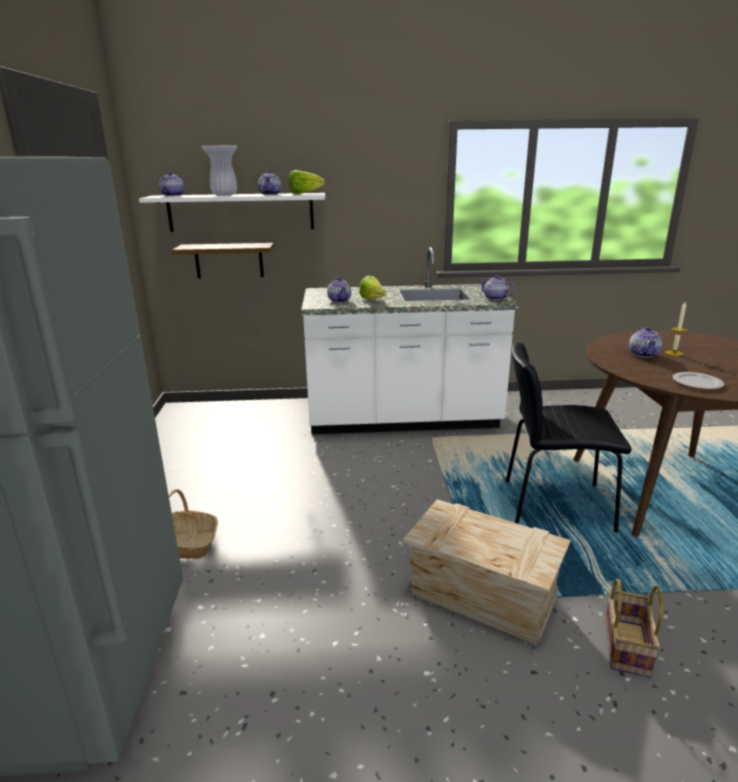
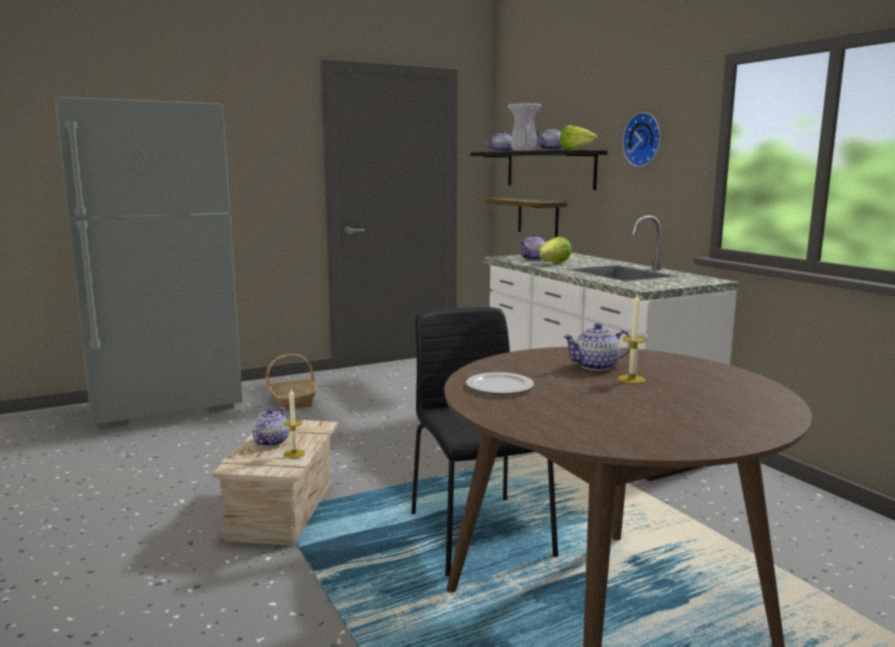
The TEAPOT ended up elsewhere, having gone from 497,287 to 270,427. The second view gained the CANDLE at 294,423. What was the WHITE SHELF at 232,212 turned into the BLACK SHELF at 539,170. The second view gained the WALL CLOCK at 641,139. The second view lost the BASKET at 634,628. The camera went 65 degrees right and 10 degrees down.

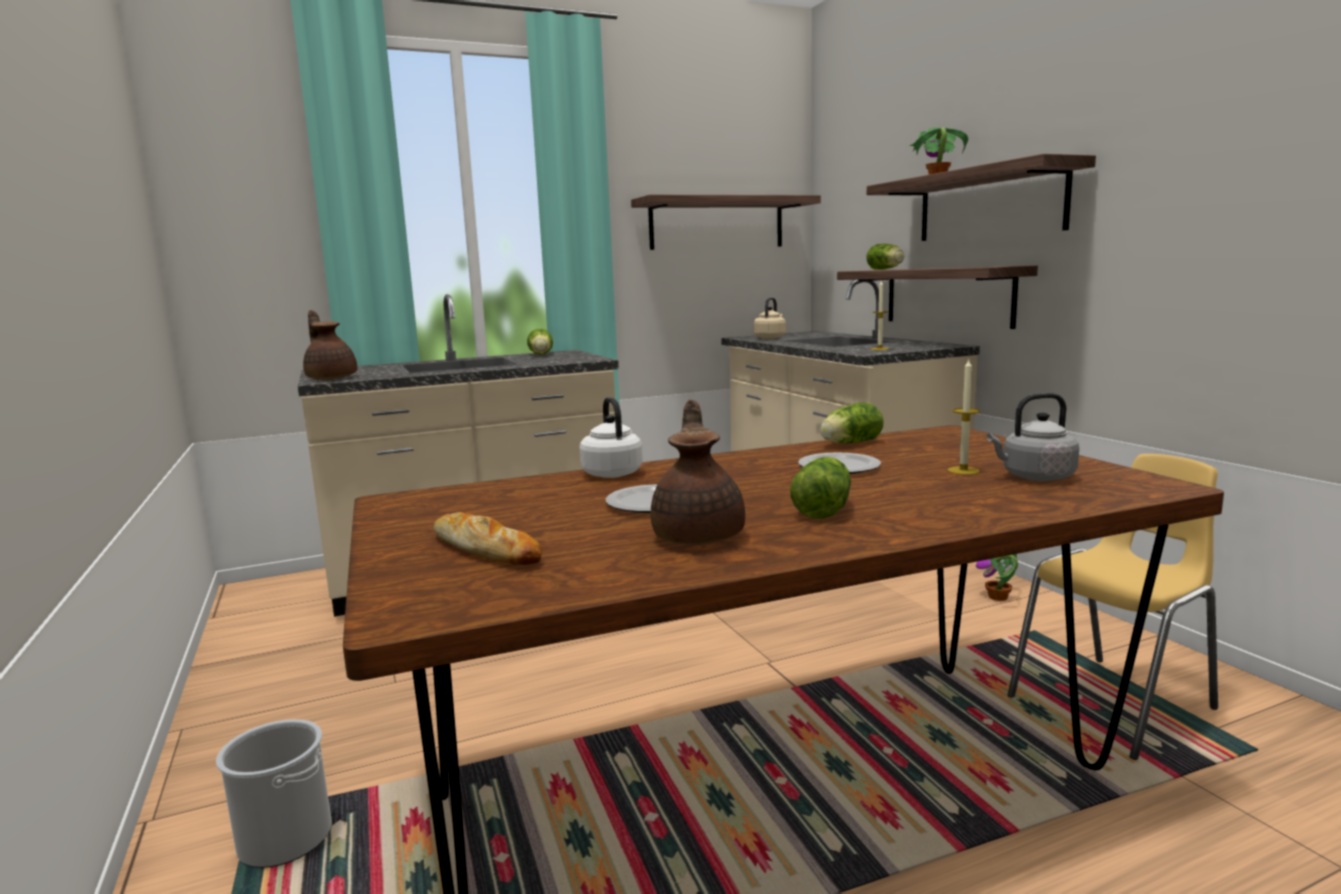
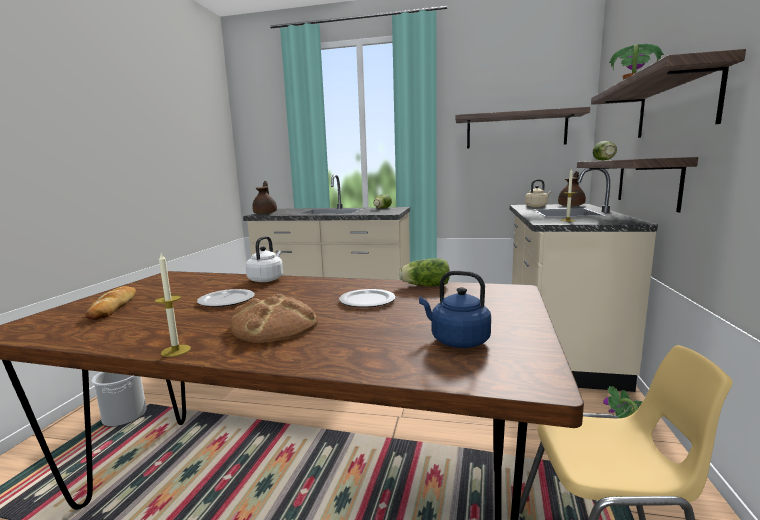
The CANDLE ended up elsewhere, having gone from 964,416 to 173,305. Where the LETTUCE stood at 820,488, the BREAD came to stand at 274,318. What was the GREY KETTLE at 1033,437 turned into the BLUE KETTLE at 455,309. The BROWN TEAPOT ended up elsewhere, having gone from 697,472 to 572,188. The camera went 35 degrees right and 0 degrees up.

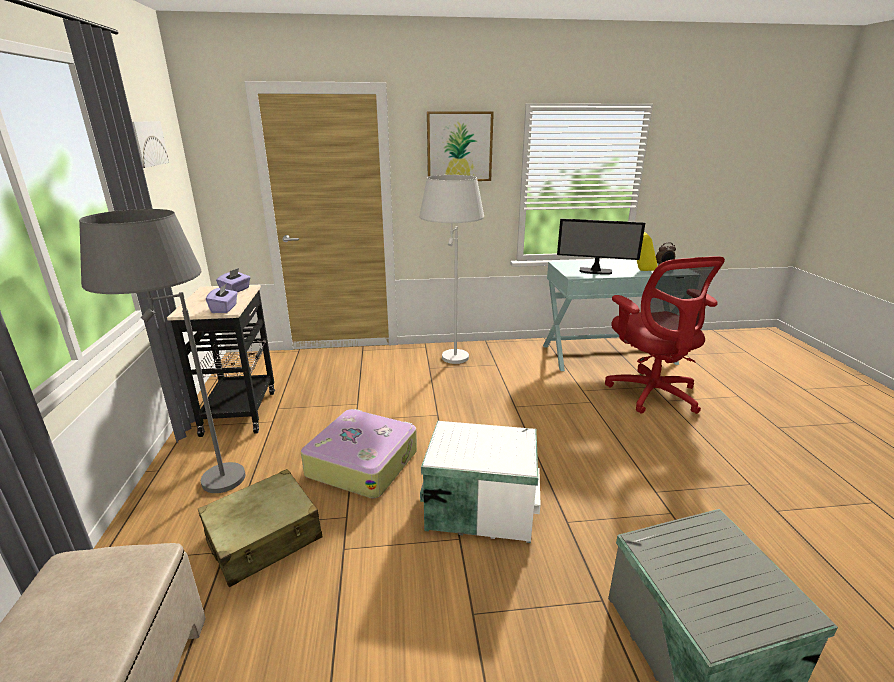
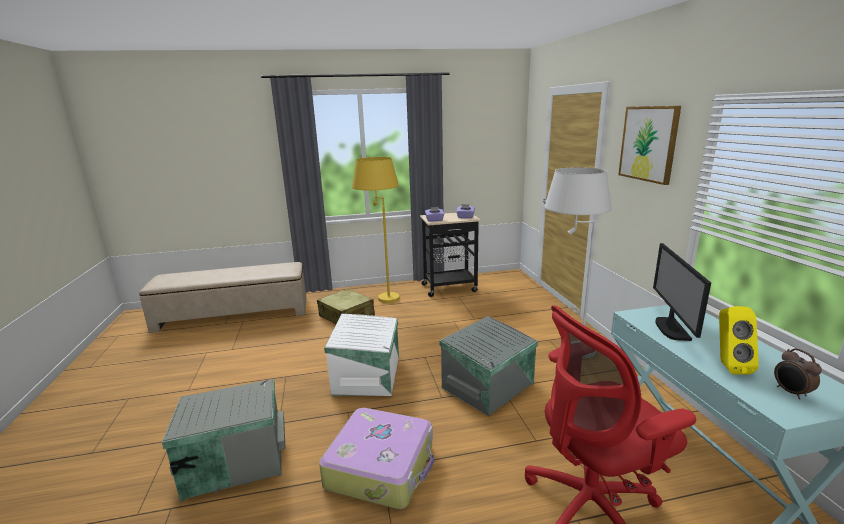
The SUITCASE ended up elsewhere, having gone from 359,453 to 377,458. What was the GREY FLOOR LAMP at 162,351 turned into the YELLOW FLOOR LAMP at 375,230. The second view gained the GREY STORAGE BOX at 489,366. The second view lost the PICTURE at 150,144. The camera went 85 degrees right and 5 degrees down.

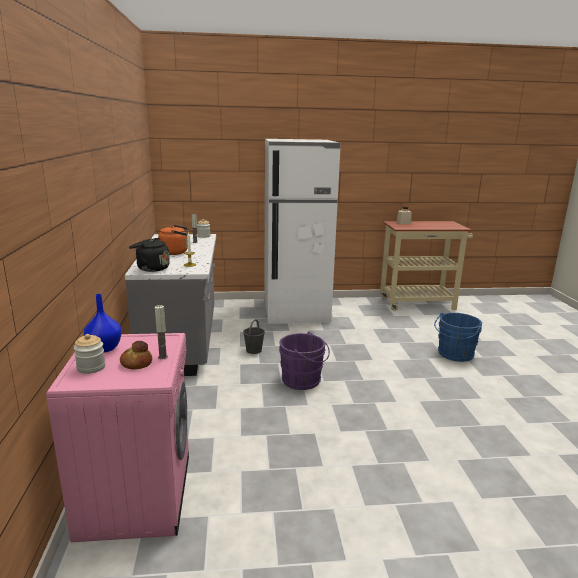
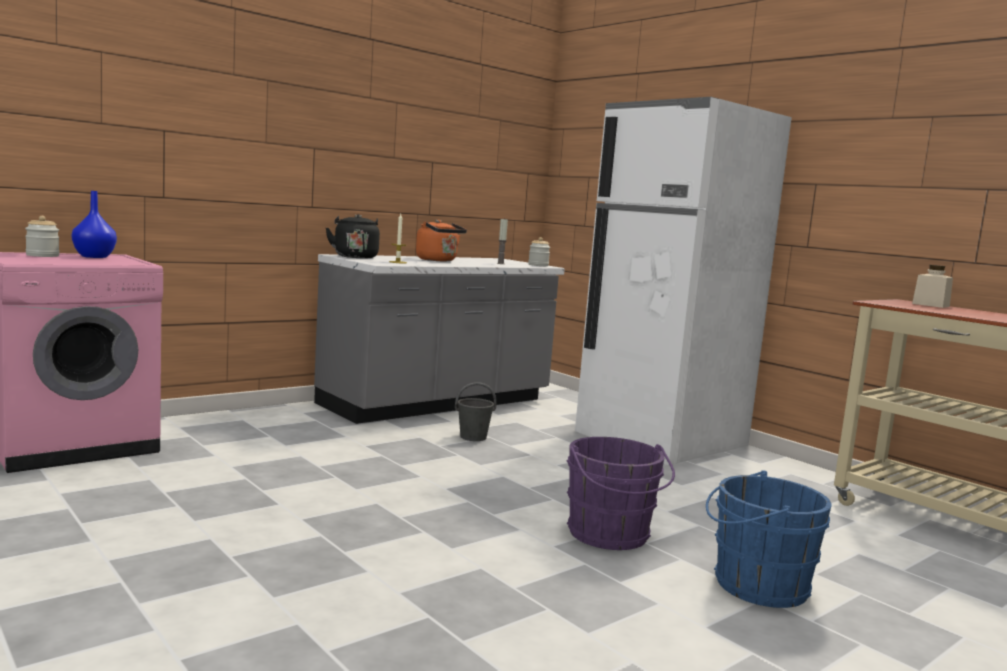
The PURPLE BUCKET ended up elsewhere, having gone from 304,361 to 620,493. The second view lost the BREAD at 136,355. The second view lost the CANDLE at 161,332. The camera went 55 degrees right and 10 degrees down.

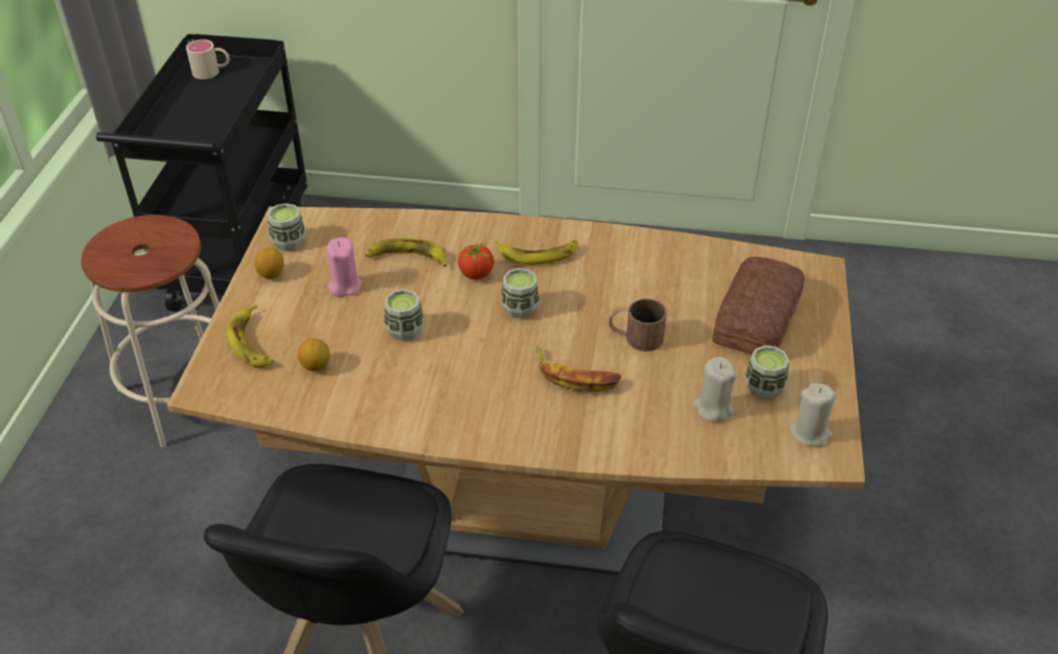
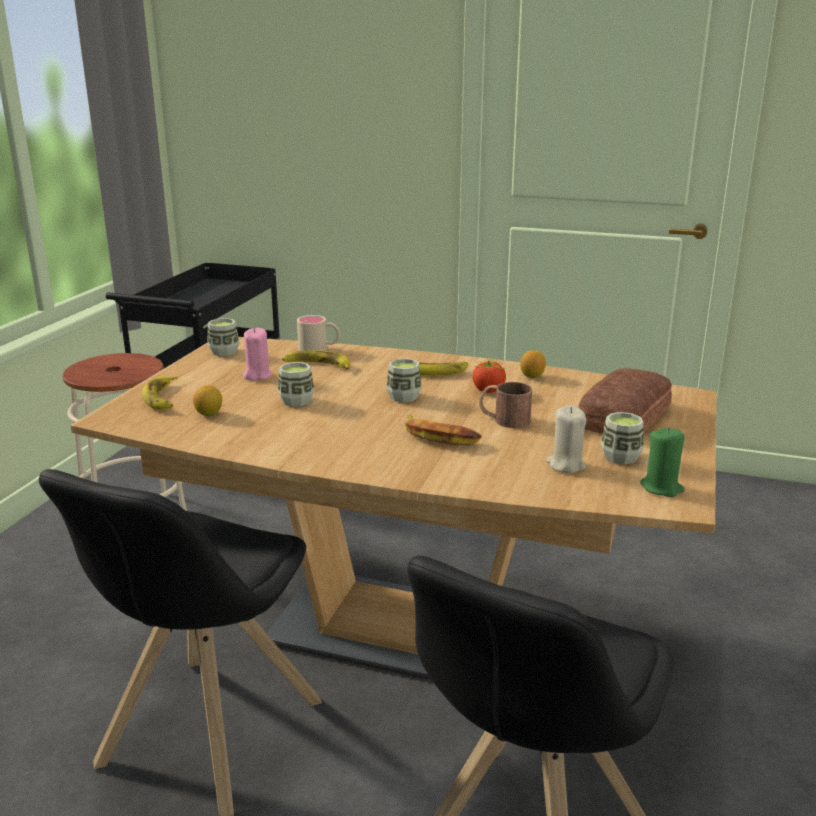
The BEIGE MUG ended up elsewhere, having gone from 208,59 to 318,333. The TOMATO ended up elsewhere, having gone from 476,260 to 489,376. The LEMON ended up elsewhere, having gone from 269,263 to 533,364. What was the BEIGE CANDLE at 812,415 turned into the GREEN CANDLE at 662,462. The camera went 10 degrees right and 20 degrees down.

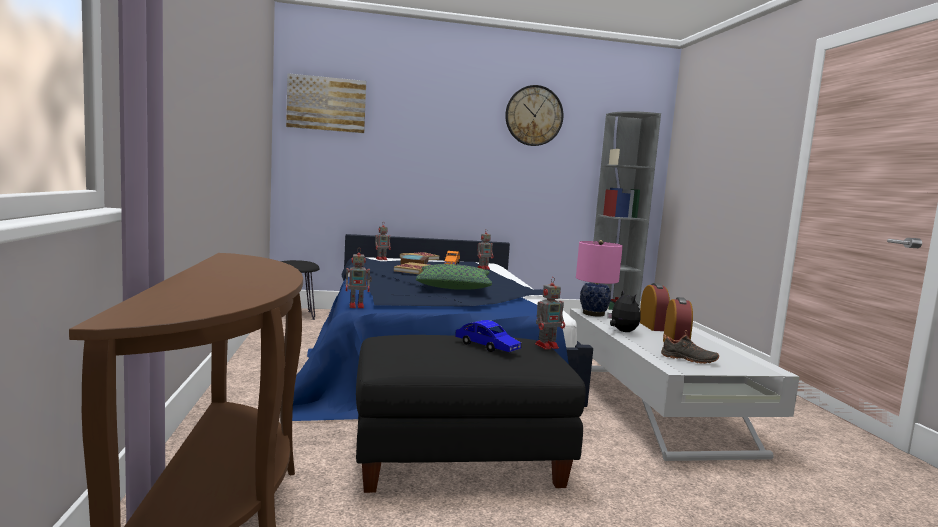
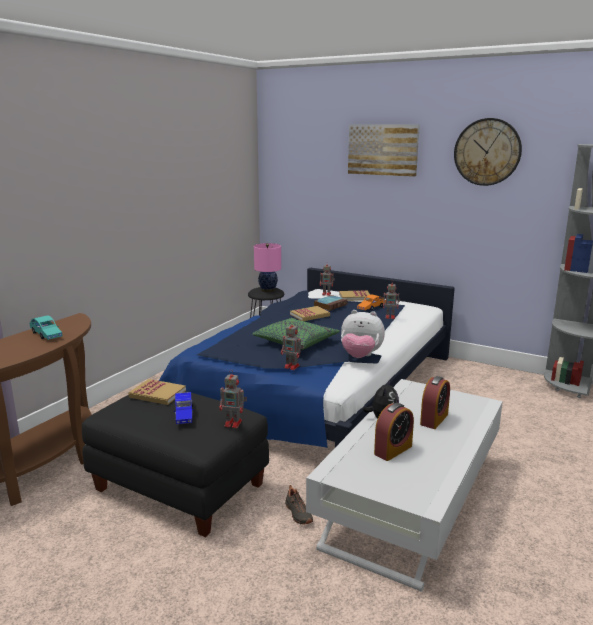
The second view gained the TURQUOISE TOY CAR at 45,327. The second view gained the BOOK at 157,392. The PINK TABLE LAMP ended up elsewhere, having gone from 599,278 to 267,267. The TOY ROBOT ended up elsewhere, having gone from 359,278 to 292,346. The BLACK SHOE ended up elsewhere, having gone from 690,347 to 299,505. The second view gained the PLUSH TOY at 363,334. The PICTURE ended up elsewhere, having gone from 326,103 to 384,150. The camera went 40 degrees right and 10 degrees up.

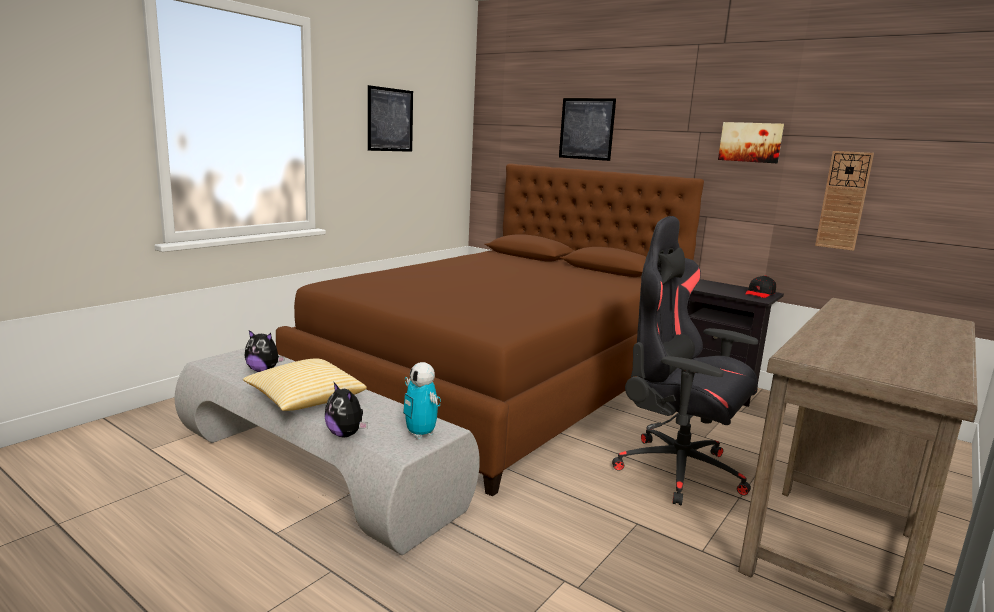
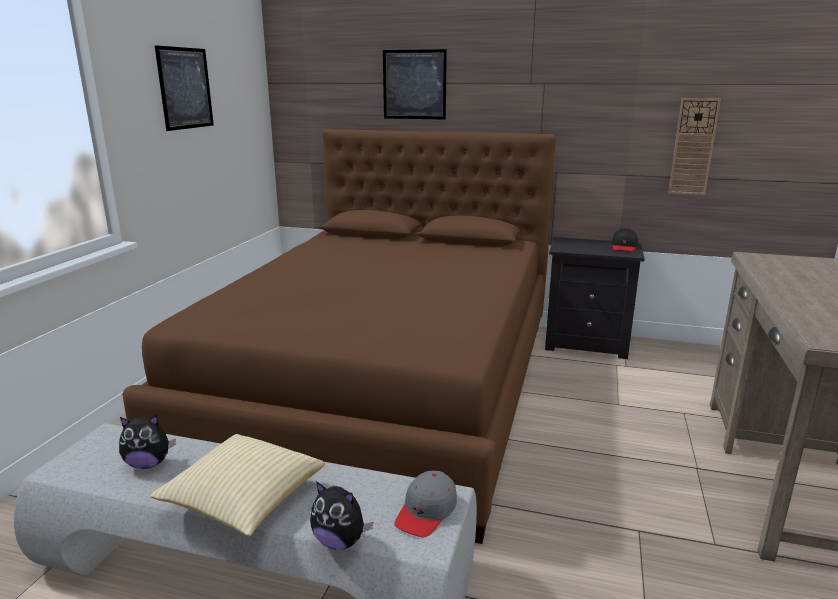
Where the TOY ROBOT stood at 422,400, the GREY CAP came to stand at 425,504. The second view lost the BLACK OFFICE CHAIR at 685,361. The second view lost the PICTURE at 751,142. The camera went 20 degrees left and 5 degrees up.

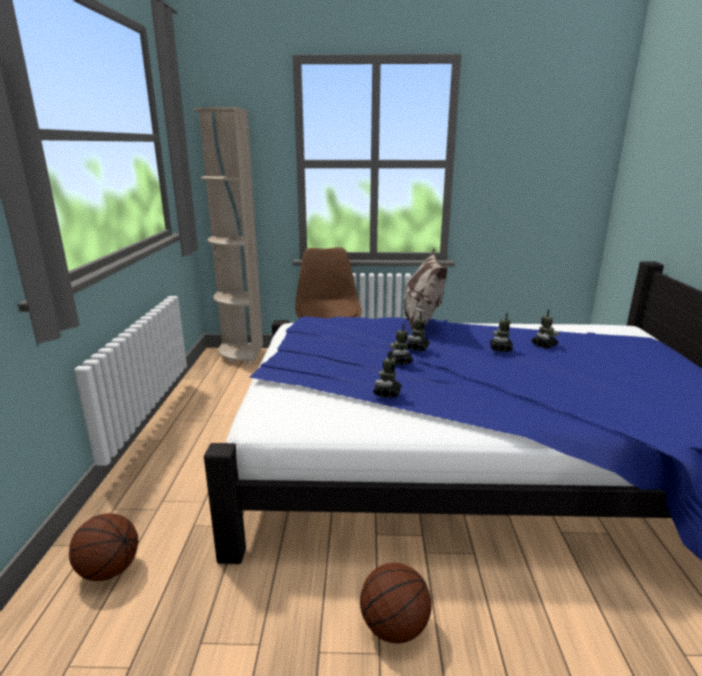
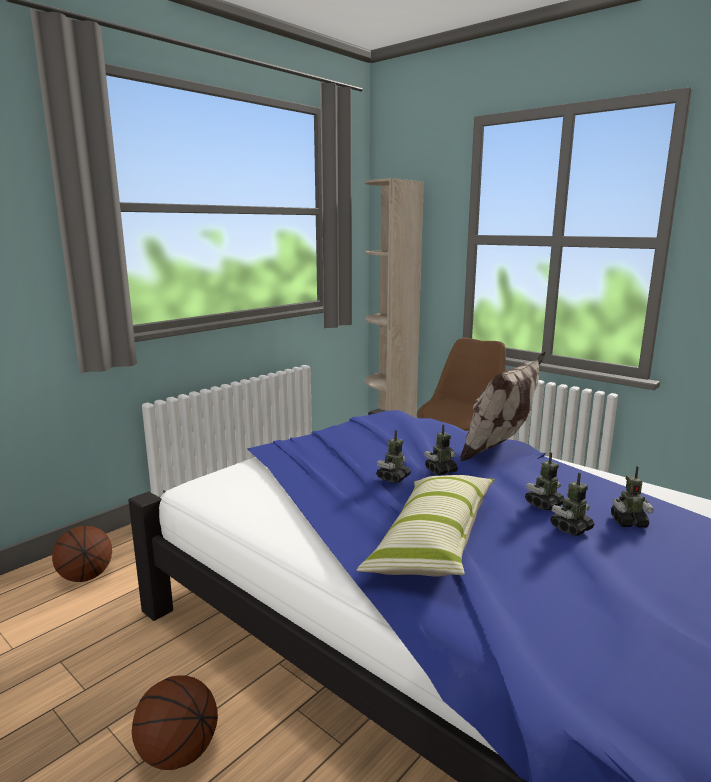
The second view gained the PILLOW at 426,526. The TOY ROBOT ended up elsewhere, having gone from 387,374 to 572,504. The camera went 40 degrees right and 5 degrees down.

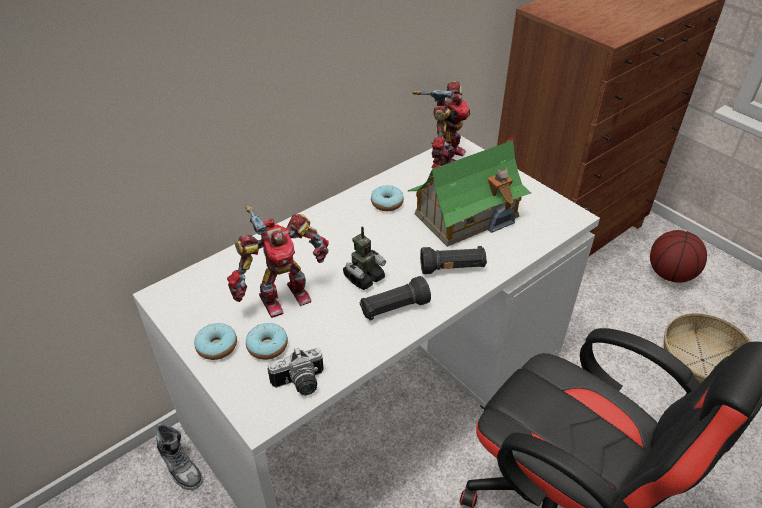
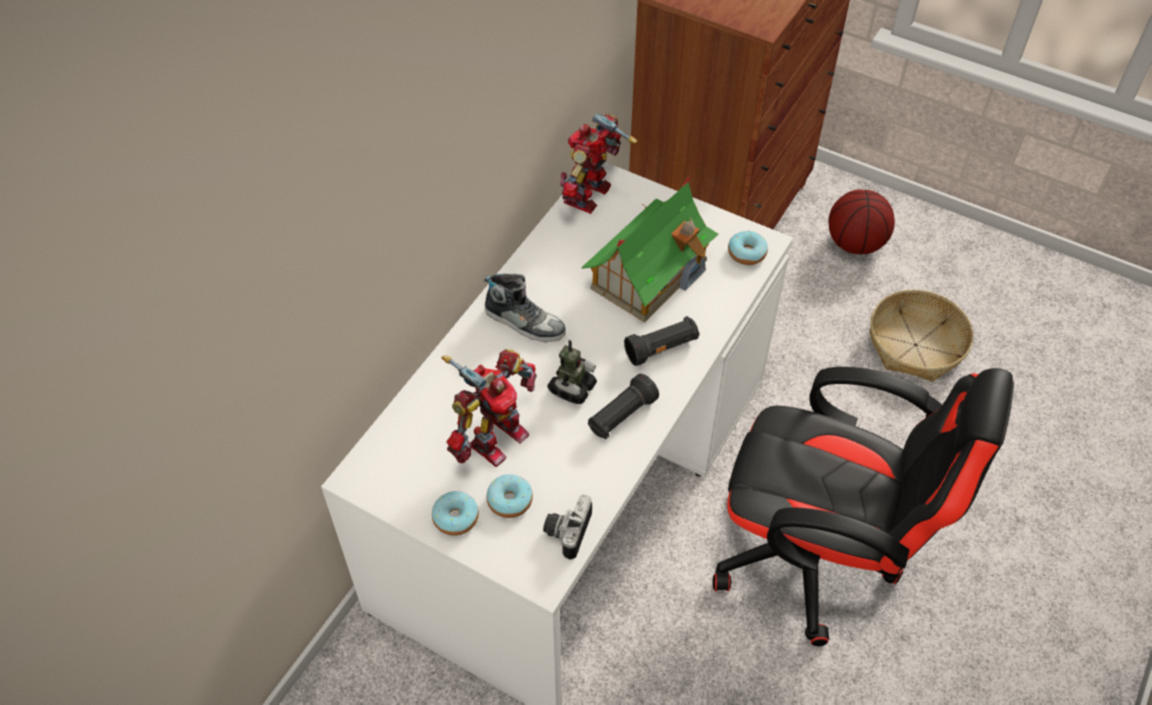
The SHOE ended up elsewhere, having gone from 179,457 to 525,307. The PHOTO CAMERA at 296,371 ended up facing another way, 150 degrees clockwise from before. The TOY ROBOT at 441,123 ended up facing another way, 150 degrees counterclockwise from before. The DONUT ended up elsewhere, having gone from 387,198 to 748,247. The camera went 20 degrees left and 10 degrees up.

